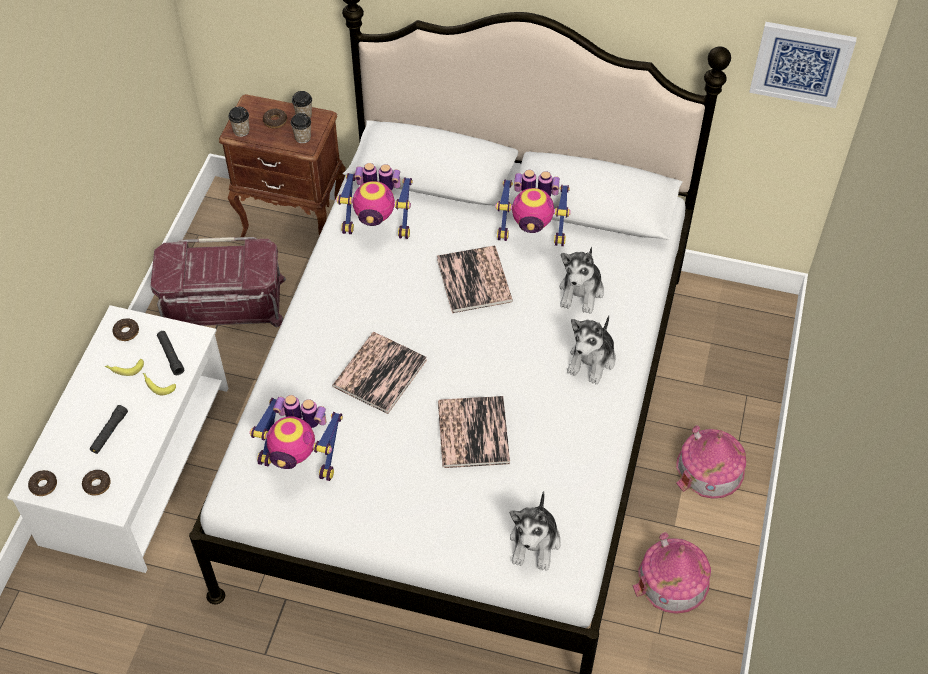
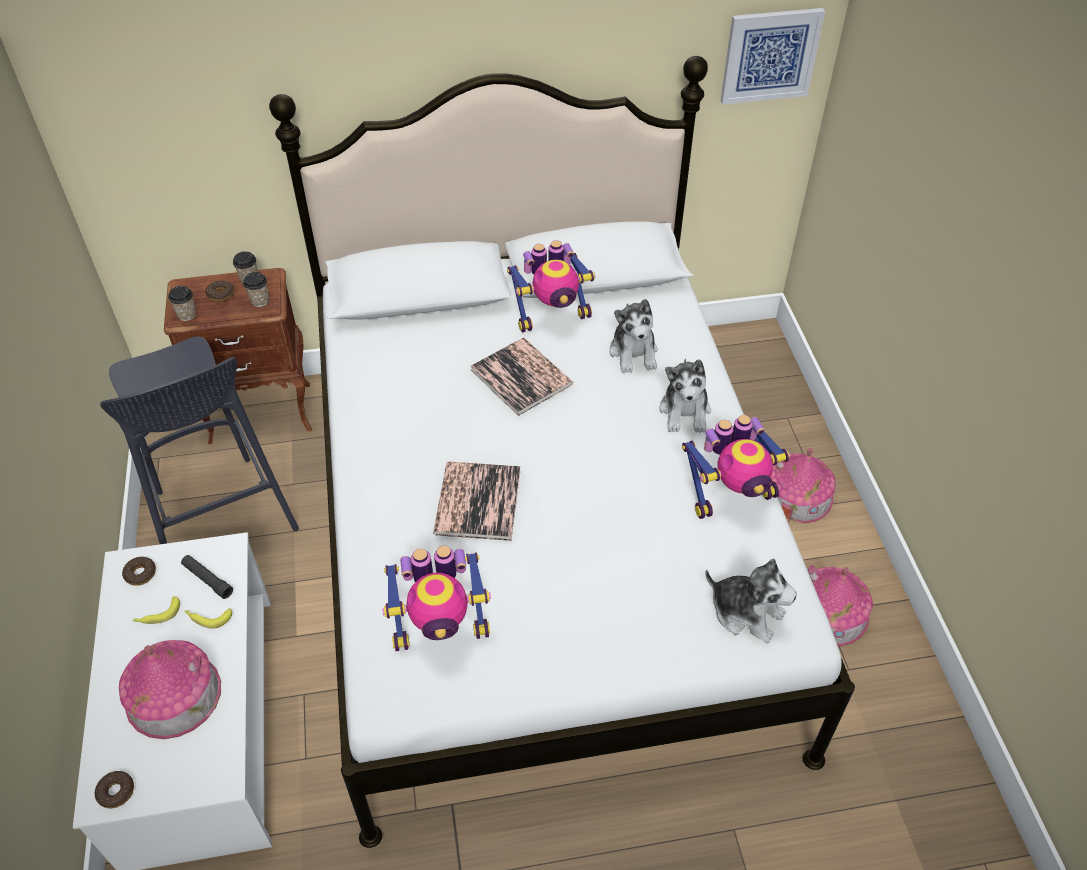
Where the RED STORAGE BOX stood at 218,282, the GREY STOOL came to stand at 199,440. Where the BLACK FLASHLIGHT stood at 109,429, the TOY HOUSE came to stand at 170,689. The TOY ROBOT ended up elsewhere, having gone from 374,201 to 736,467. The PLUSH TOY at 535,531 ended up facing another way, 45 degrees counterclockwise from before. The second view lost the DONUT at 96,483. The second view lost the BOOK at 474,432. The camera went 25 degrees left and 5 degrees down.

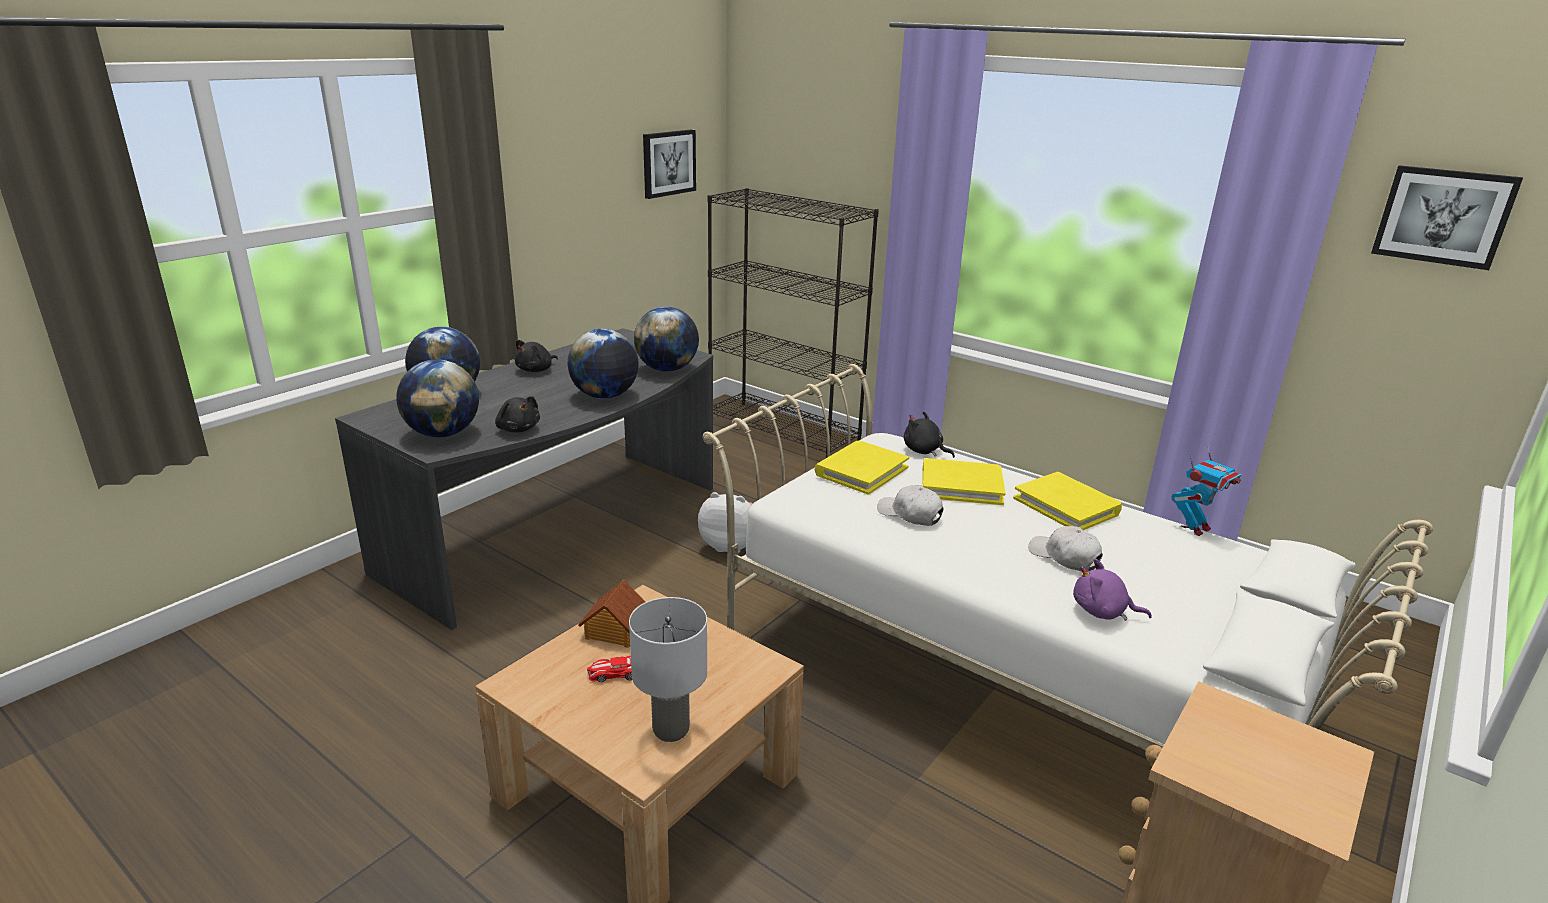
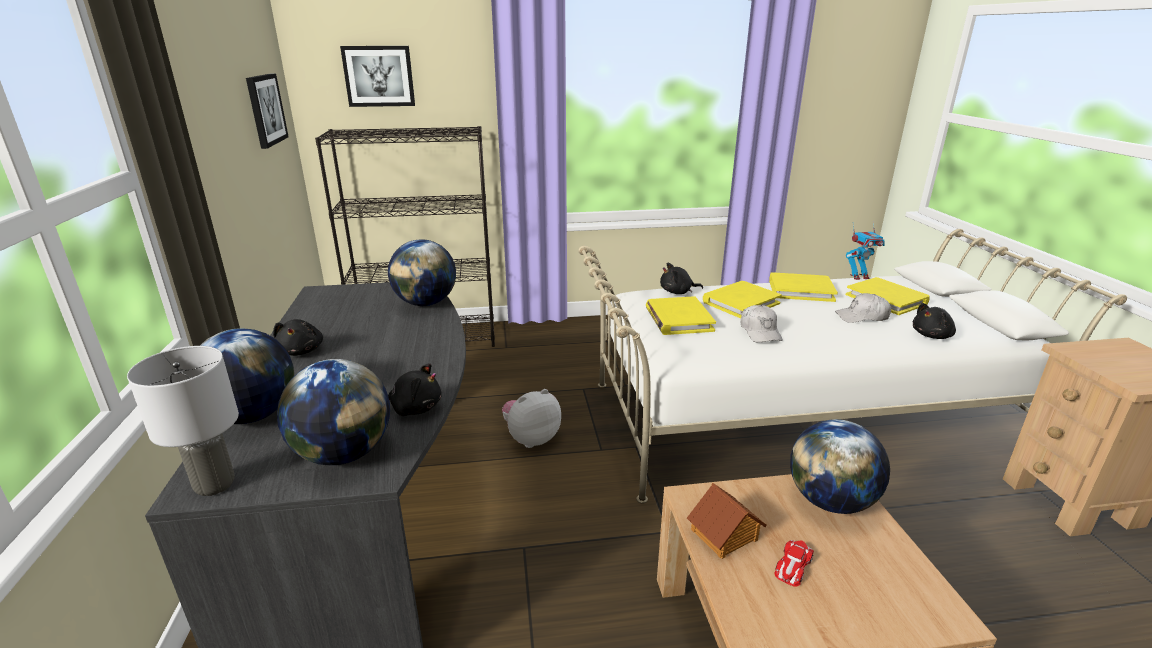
The WHITE TABLE LAMP ended up elsewhere, having gone from 668,669 to 183,421. The PICTURE ended up elsewhere, having gone from 1447,217 to 377,76. The WHITE CAP at 910,505 ended up facing another way, 90 degrees counterclockwise from before. The GLOBE ended up elsewhere, having gone from 603,364 to 840,466. The TOY ROBOT at 1206,489 ended up facing another way, 75 degrees clockwise from before. The second view gained the YELLOW BOOK at 888,296. What was the PURPLE PLUSH TOY at 1112,589 turned into the BLACK PLUSH TOY at 934,321. The camera went 45 degrees left and 0 degrees up.

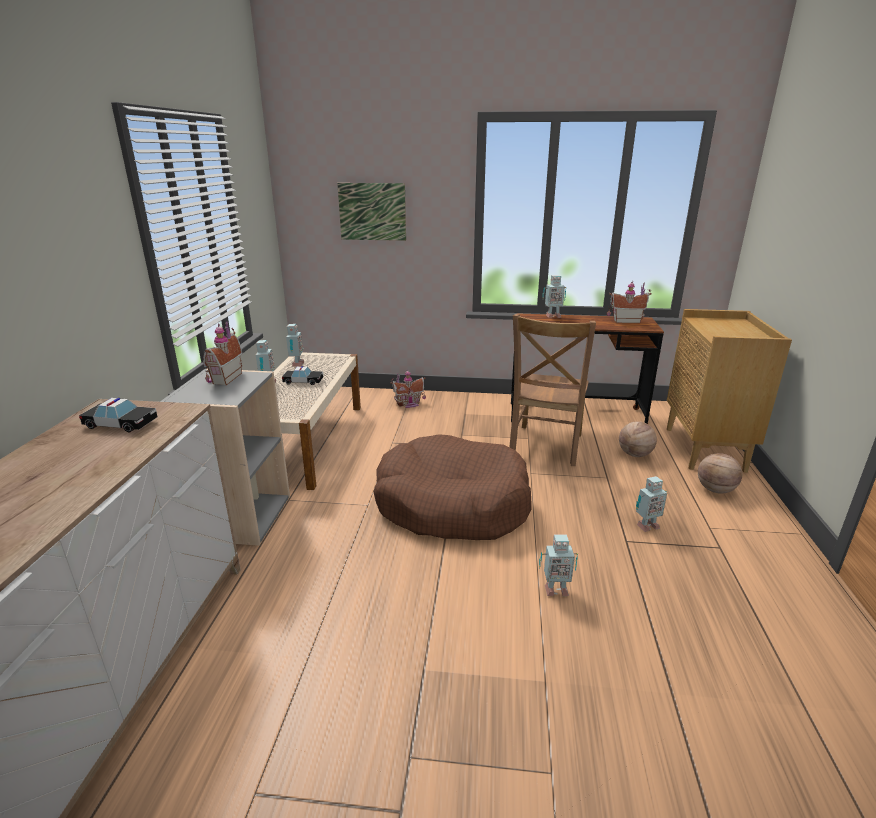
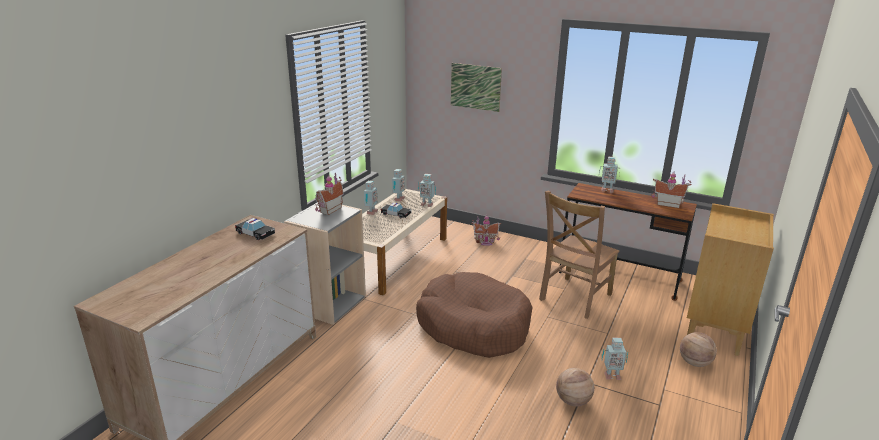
The TOY ROBOT ended up elsewhere, having gone from 558,565 to 427,190. The BASKETBALL ended up elsewhere, having gone from 638,439 to 575,387. The camera went 20 degrees right and 0 degrees up.

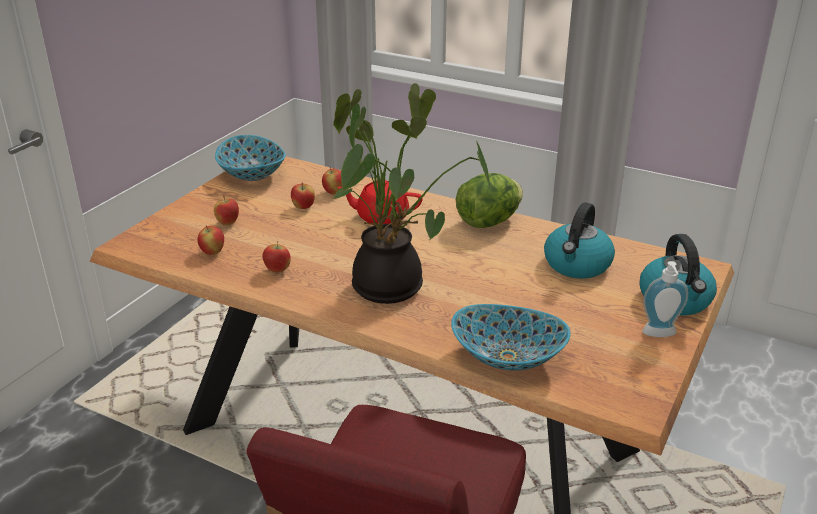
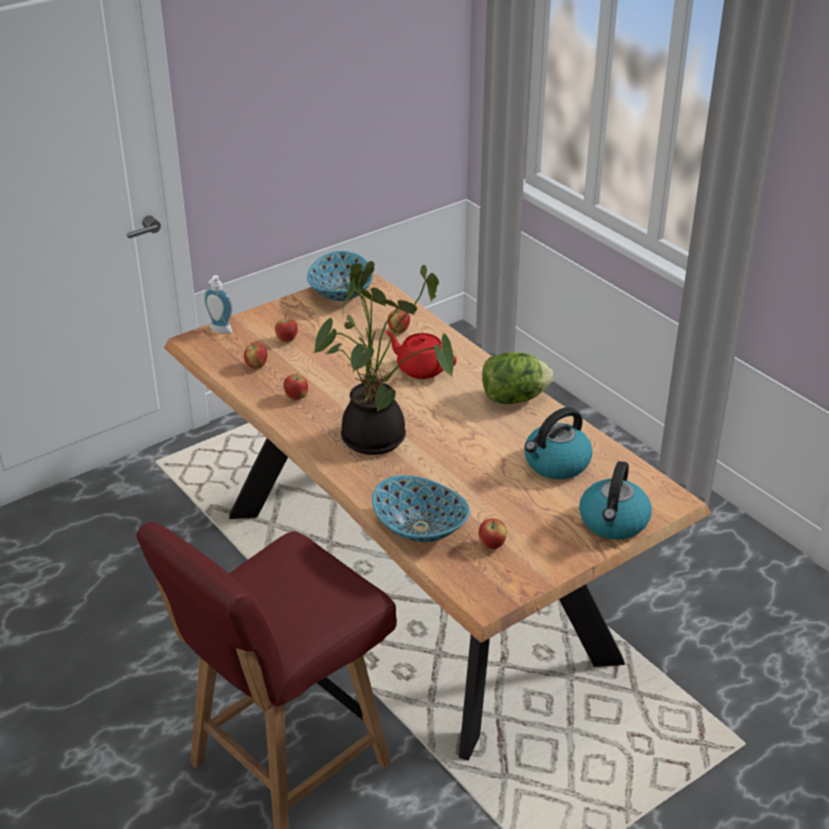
The SOAP DISPENSER ended up elsewhere, having gone from 665,299 to 218,304. The APPLE ended up elsewhere, having gone from 303,195 to 493,533. The camera went 25 degrees right and 5 degrees up.

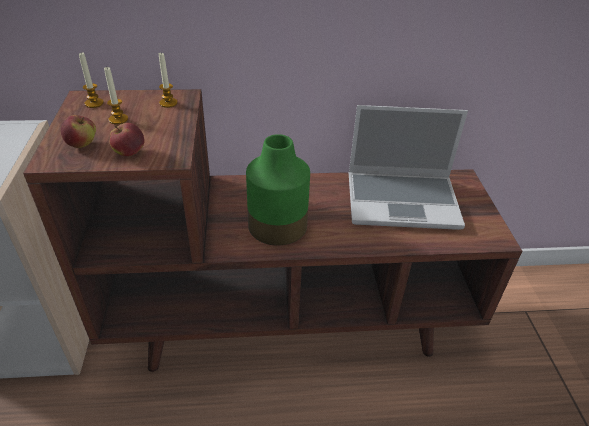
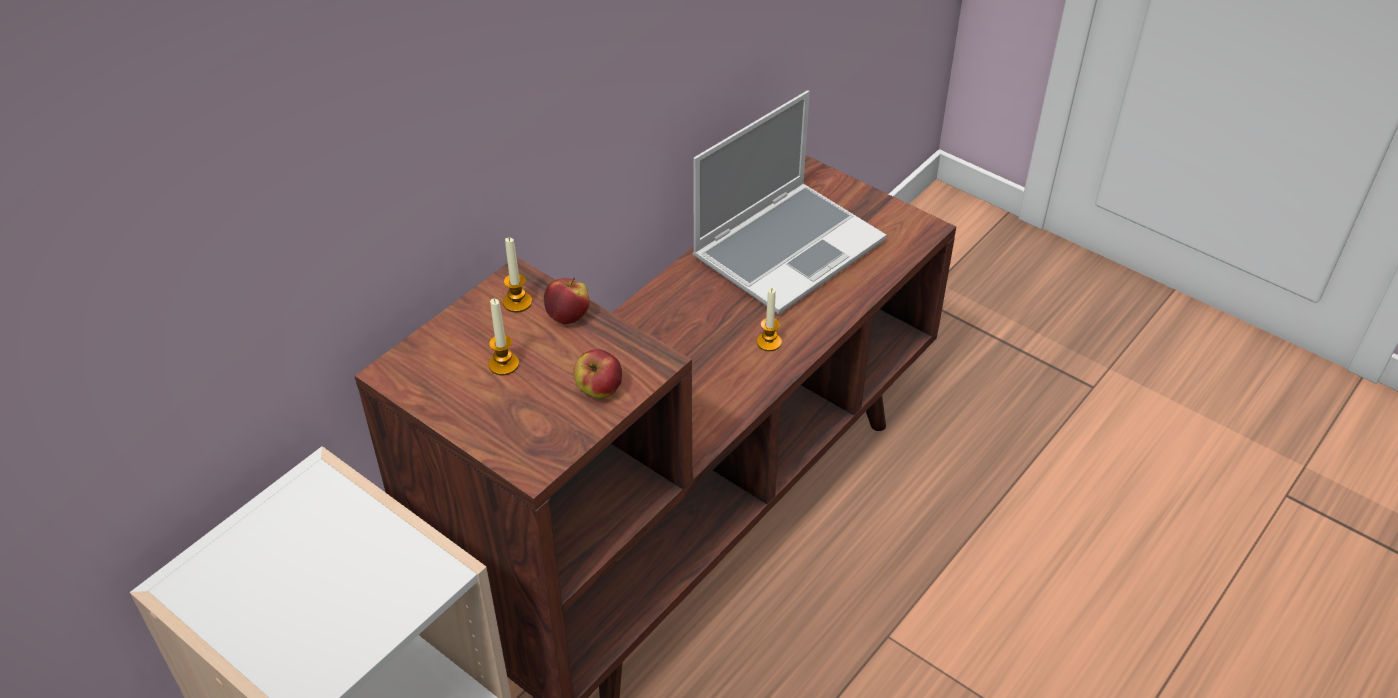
The APPLE ended up elsewhere, having gone from 78,131 to 567,300. The CANDLE ended up elsewhere, having gone from 91,80 to 769,319. The second view lost the GREEN VASE at 278,190. The camera went 45 degrees left and 5 degrees up.

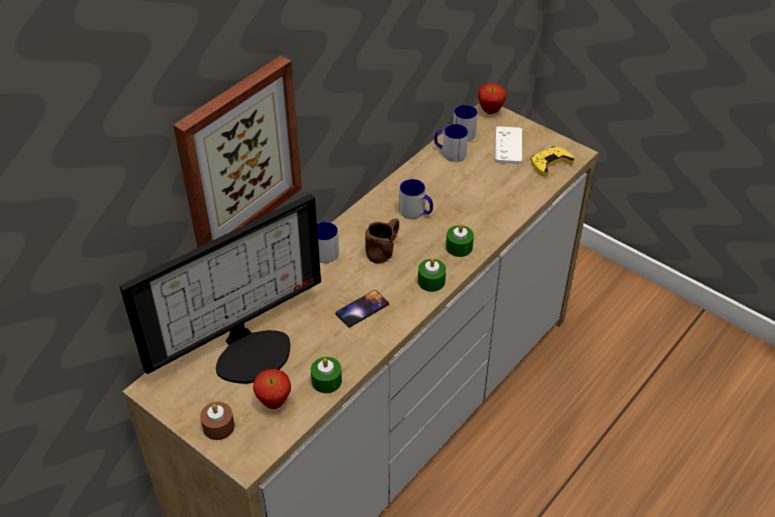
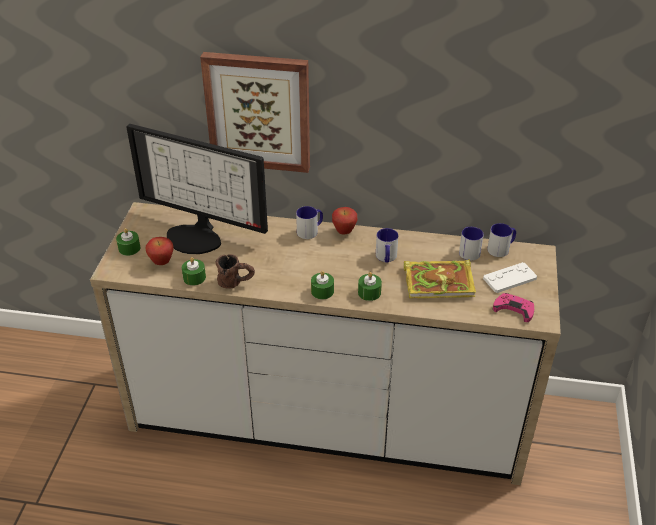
What was the BROWN CANDLE at 217,421 turned into the GREEN CANDLE at 128,242. The BROWN MUG ended up elsewhere, having gone from 382,241 to 235,271. The APPLE ended up elsewhere, having gone from 492,98 to 344,221. The second view gained the BOOK at 440,278. What was the YELLOW GAME CONTROLLER at 553,161 turned into the PINK GAME CONTROLLER at 513,307. The second view lost the PHONE at 362,308. The camera went 60 degrees right and 5 degrees down.

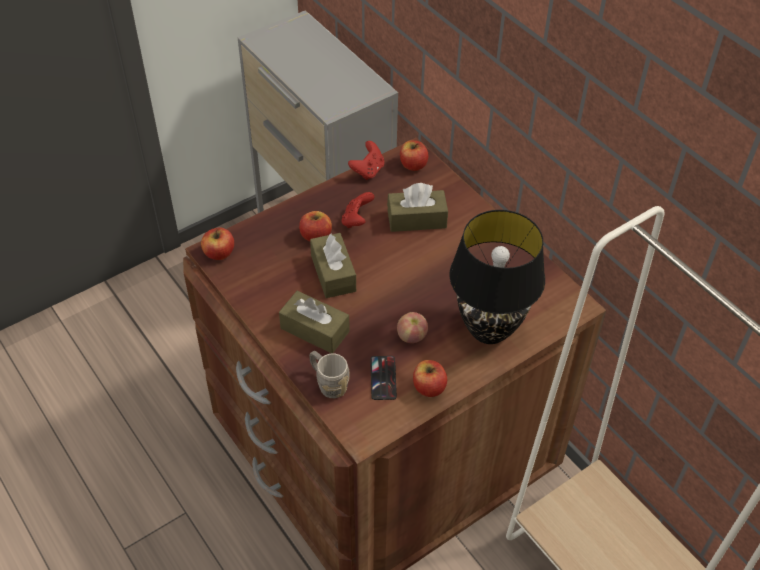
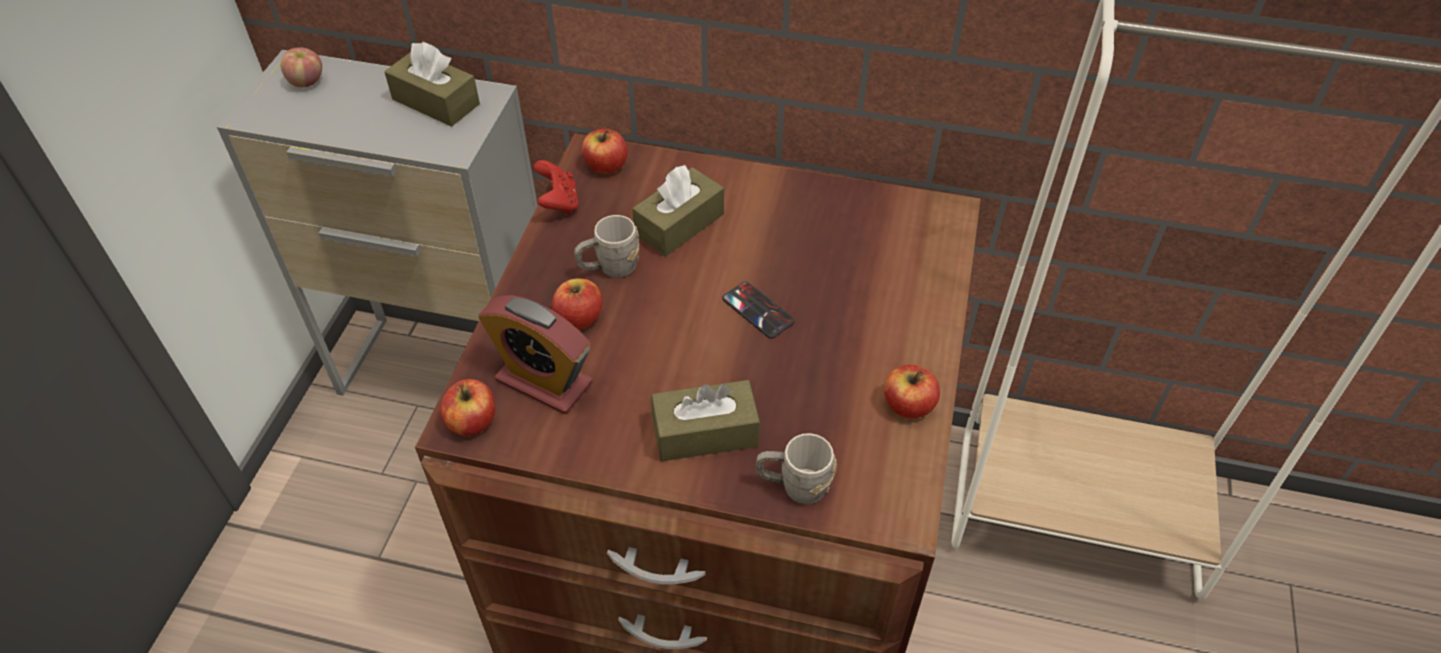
The APPLE ended up elsewhere, having gone from 412,327 to 301,67. The BROWN TISSUE BOX ended up elsewhere, having gone from 333,265 to 432,84. The second view gained the ALARM CLOCK at 535,354. Where the RED GAME CONTROLLER stood at 358,210, the GREY MUG came to stand at 606,246. The PHONE ended up elsewhere, having gone from 383,378 to 758,310. The second view lost the BLACK TABLE LAMP at 497,277. The camera went 40 degrees left and 0 degrees up.

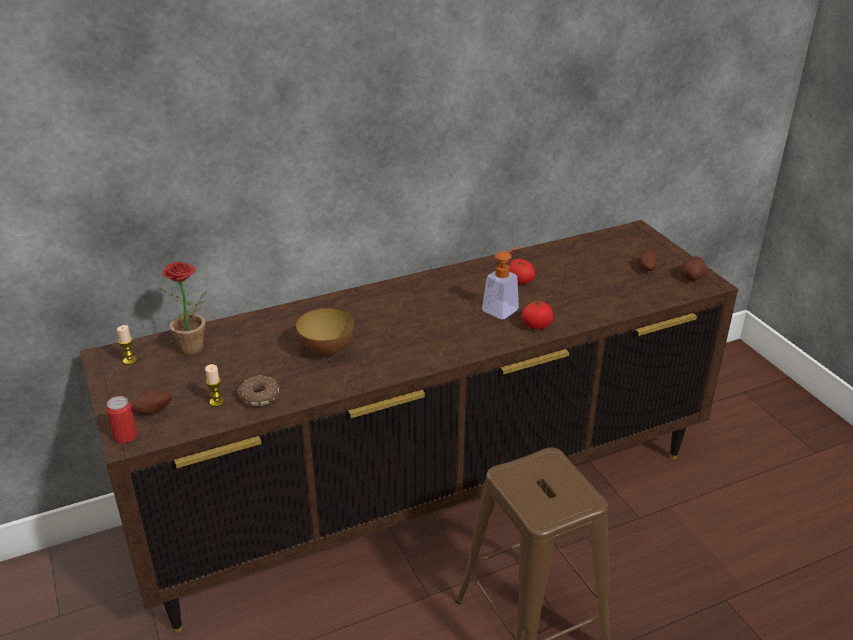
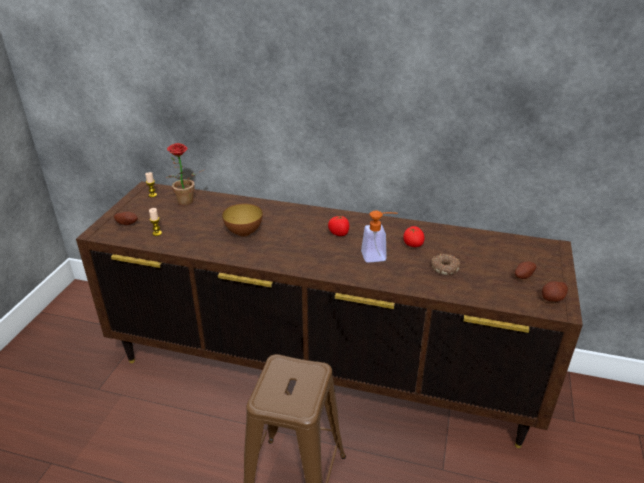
The TOMATO ended up elsewhere, having gone from 537,314 to 338,225. The DONUT ended up elsewhere, having gone from 258,390 to 445,264. The second view lost the CAN at 121,420. The camera went 40 degrees right and 0 degrees up.

